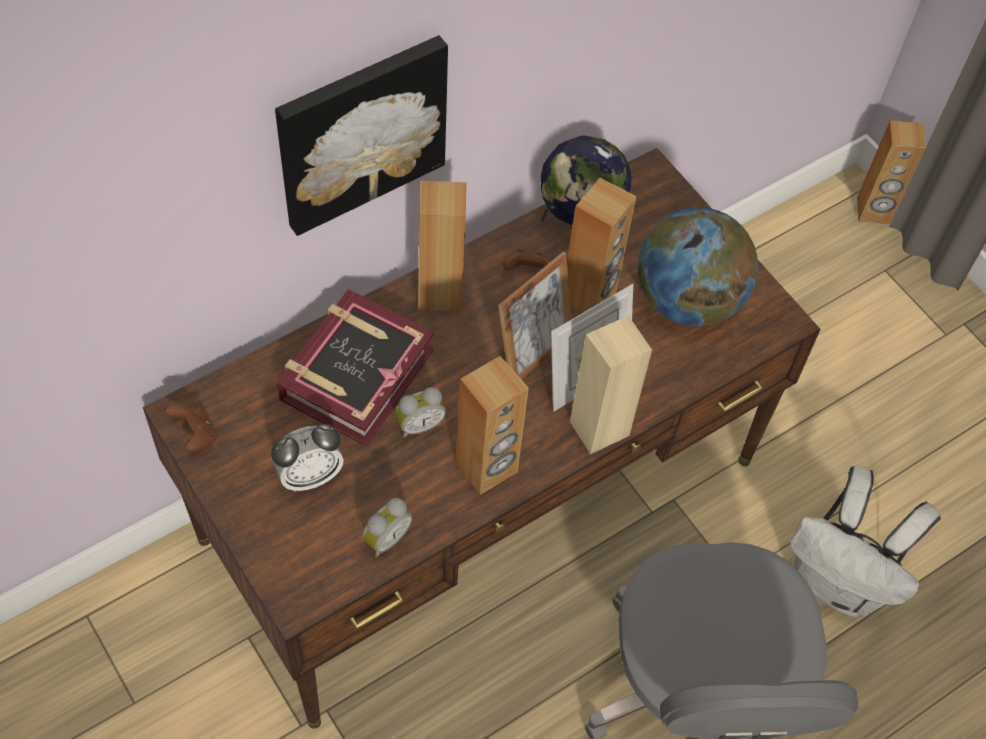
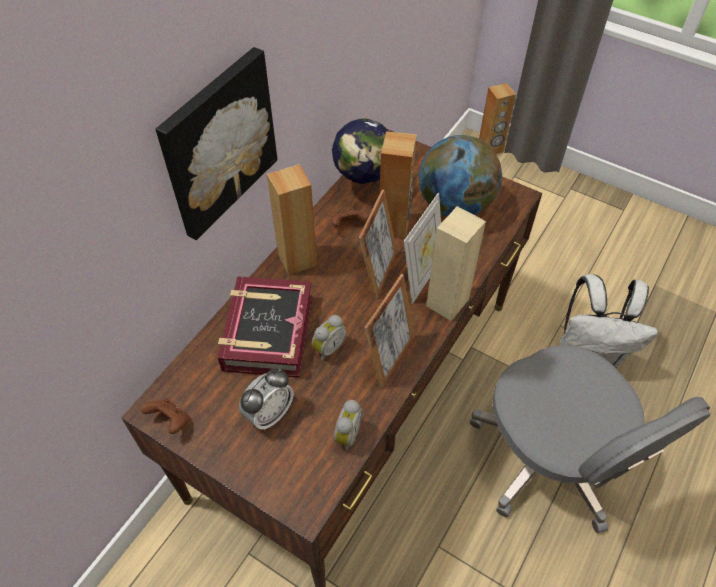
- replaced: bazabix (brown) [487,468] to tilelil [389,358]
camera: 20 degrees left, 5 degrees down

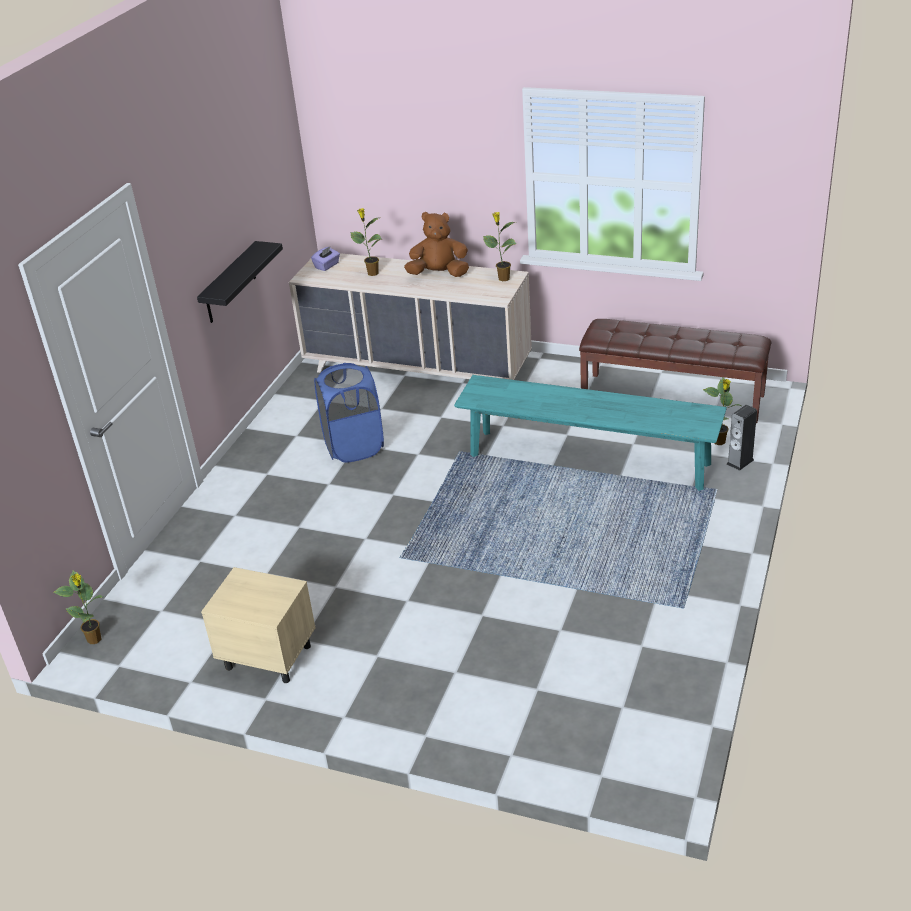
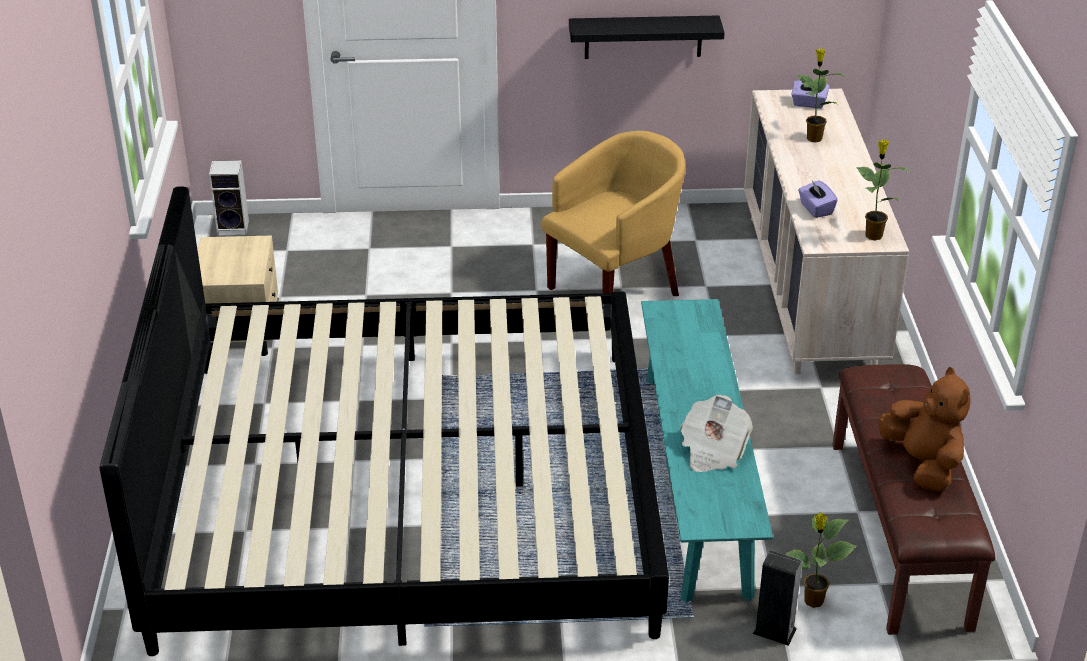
- added: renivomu [407,489]
- added: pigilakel [713,450]
- added: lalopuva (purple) [815,209]
- moved: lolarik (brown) [439,274] to [922,464]
- replaced: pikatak [95,639] to bazabix [234,227]
- replaced: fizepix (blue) [354,447] to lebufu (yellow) [615,288]
camera: 65 degrees right, 0 degrees up

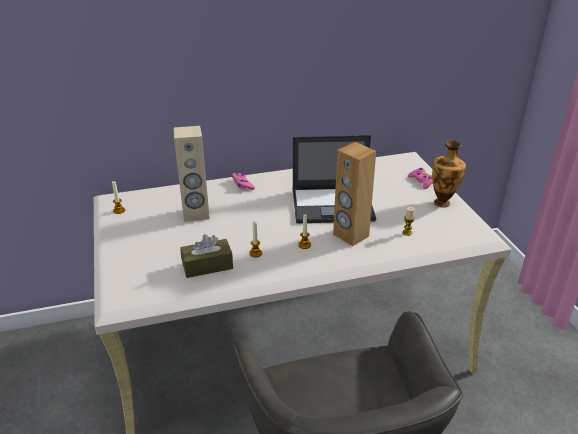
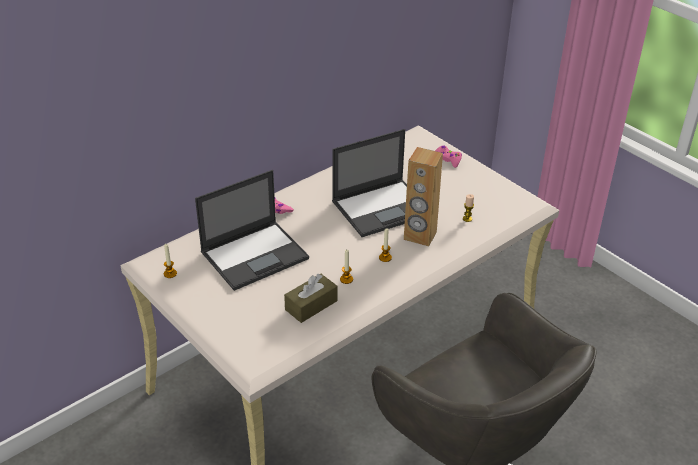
- removed: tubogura [442,202]
- replaced: bazabix (beige) [196,214] to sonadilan [255,255]
camera: 25 degrees left, 5 degrees up

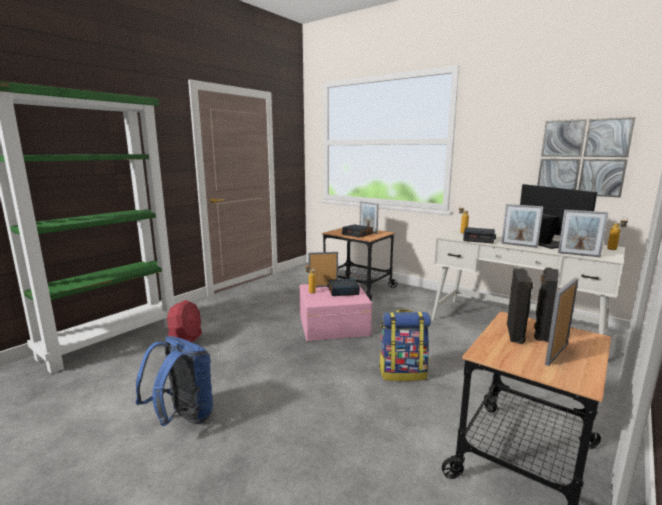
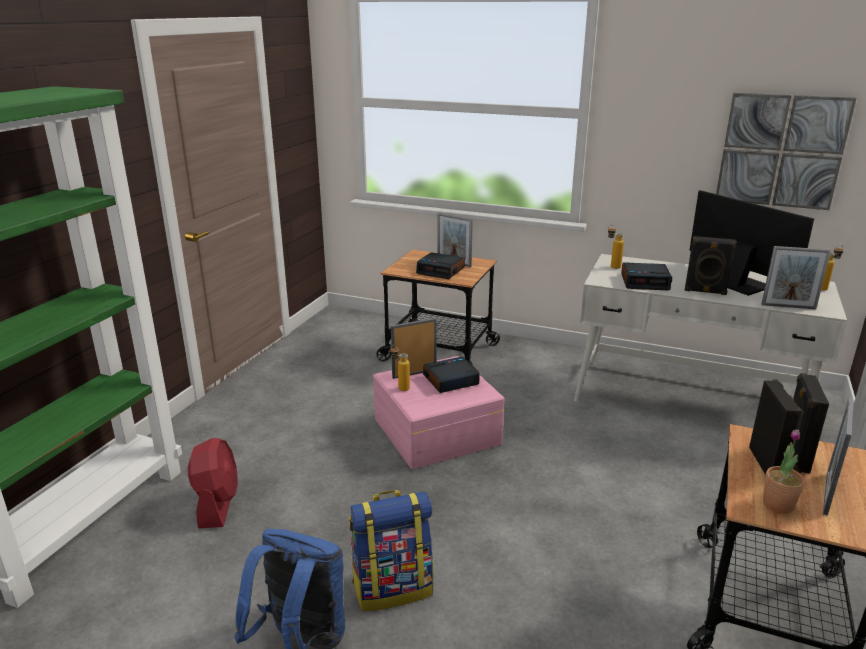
- added: pikatak [778,505]
- moved: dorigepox [403,373] to [393,587]
- replaced: tilelil [519,245] to bazabix (black) [705,291]
camera: 15 degrees left, 10 degrees up

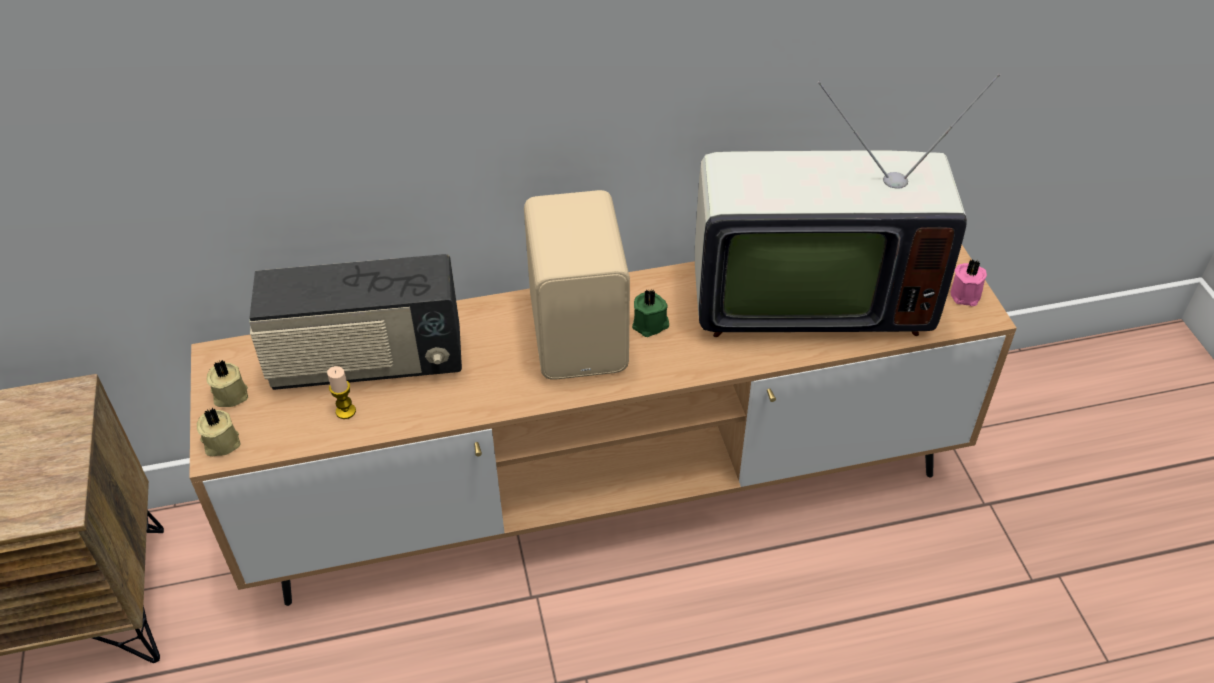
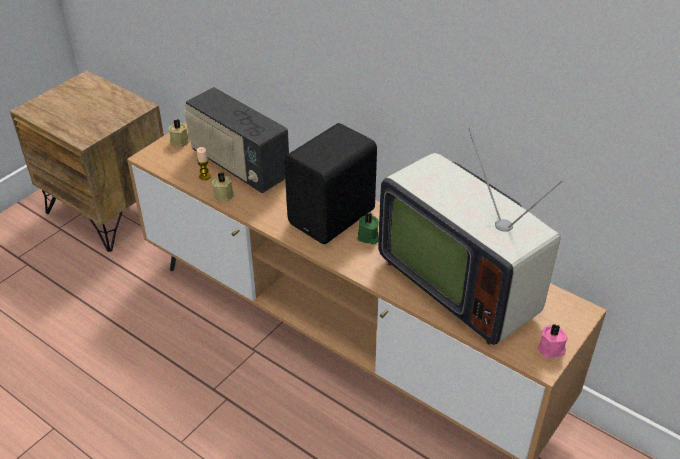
- moved: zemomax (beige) [220,442] to [223,195]
- recoloured: bazabix (beige) [581,333] to bazabix (black) [334,217]
camera: 50 degrees right, 5 degrees down

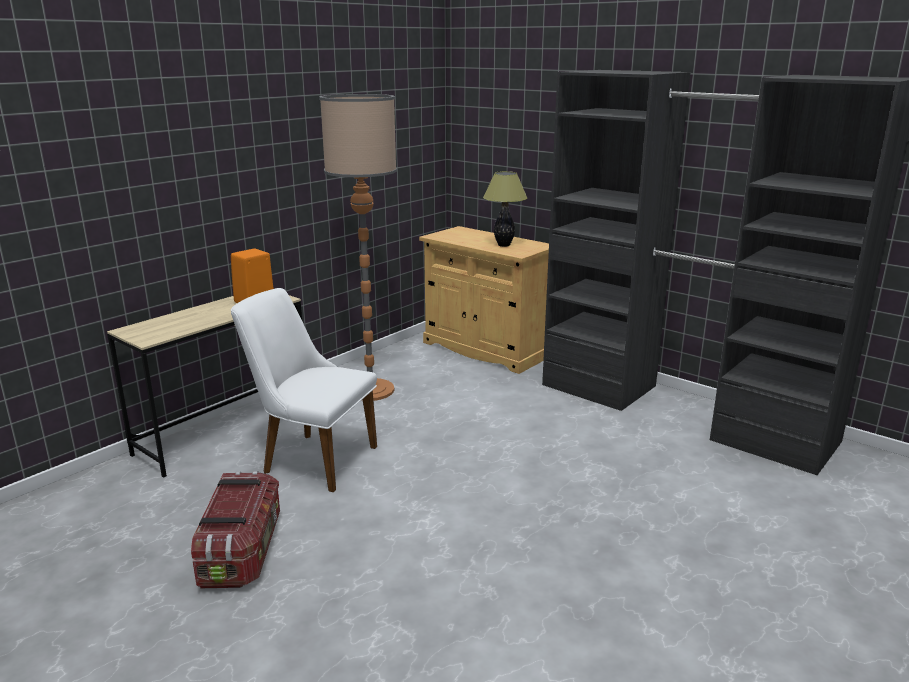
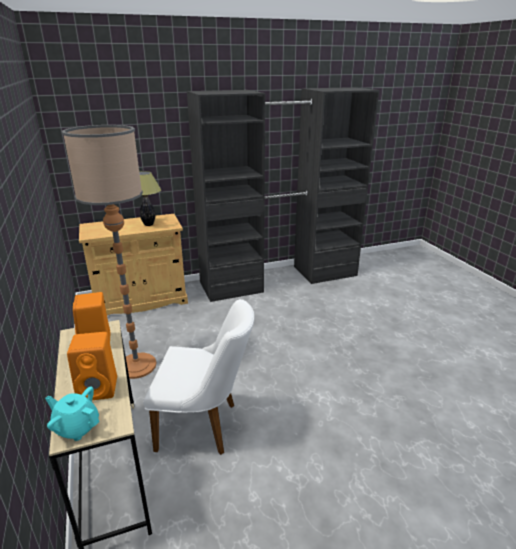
- removed: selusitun [242,550]
- added: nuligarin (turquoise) [77,427]
- added: bazabix (orange) [99,389]
- turned: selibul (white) [311,458] = [205,426] 135 degrees counterclockwise
camera: 60 degrees left, 5 degrees up

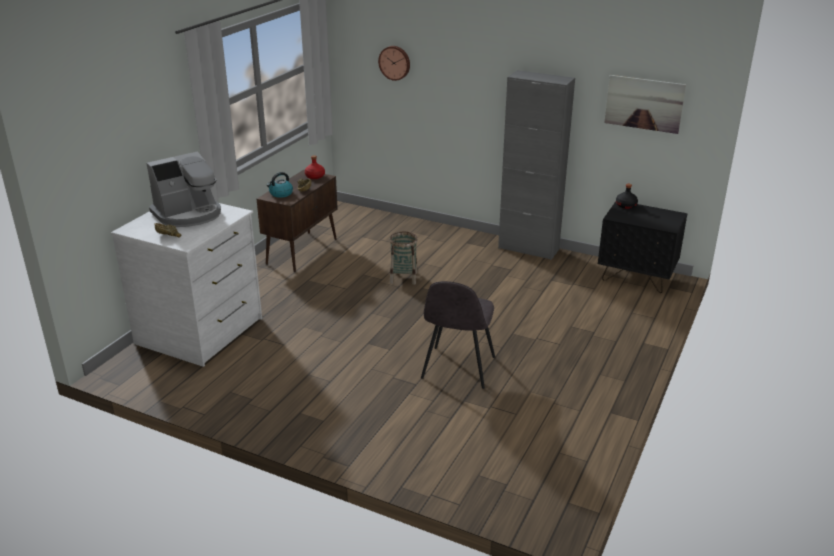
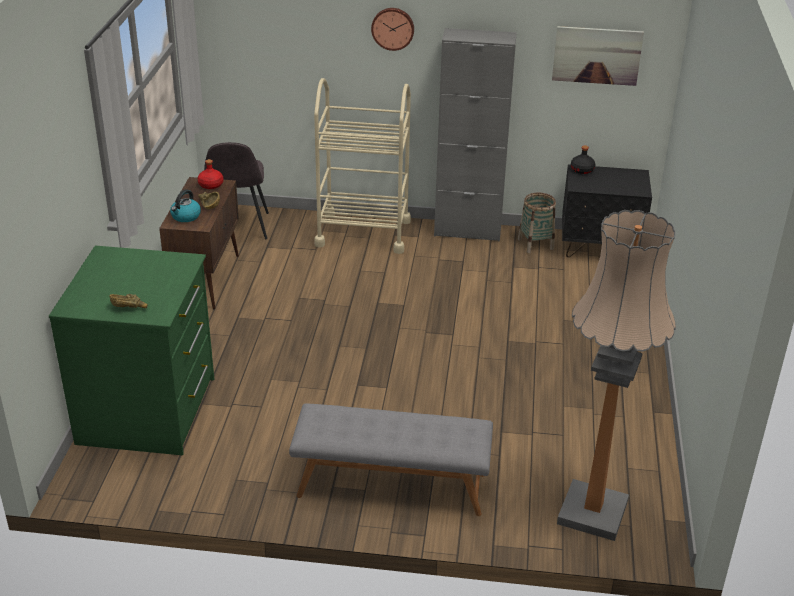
- removed: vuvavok [188,214]
- added: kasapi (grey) [391,485]
- added: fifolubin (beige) [363,233]
- added: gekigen [592,512]
- moved: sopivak [395,62] to [393,28]
- moved: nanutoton [403,278] to [535,244]
- moved: selibul (grey) [457,369] to [238,227]
- recoloured: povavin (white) [201,331] to povavin (green) [149,411]
camera: 20 degrees left, 5 degrees up

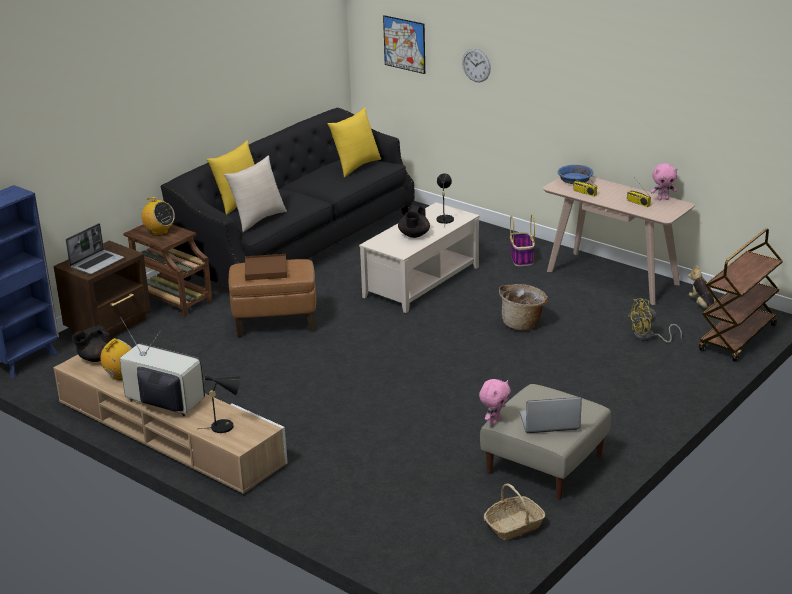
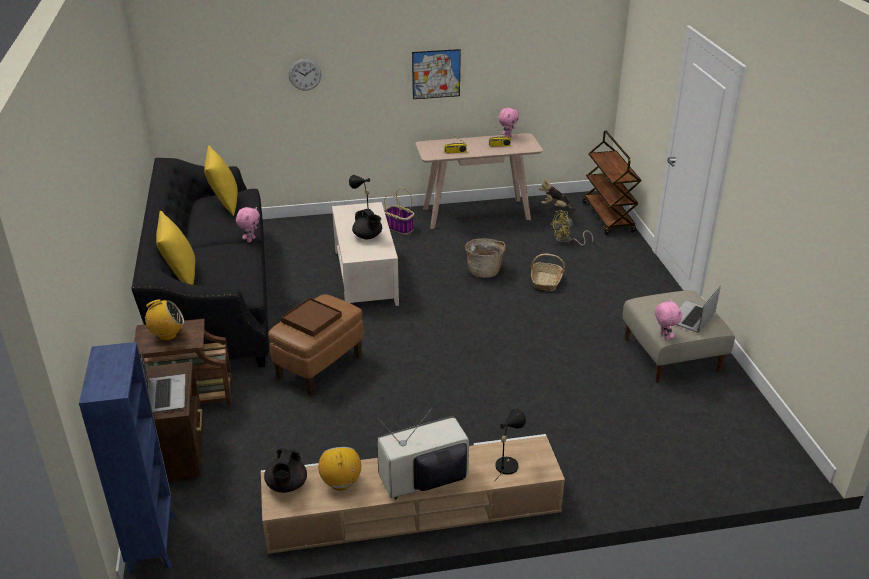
- removed: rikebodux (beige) [258,219]
- removed: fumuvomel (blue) [574,180]
- added: lolarik (pink) [250,240]
- moved: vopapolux [404,44] to [436,74]
- moved: nanutoton [514,526] to [545,281]
- turned: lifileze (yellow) [648,337] = [567,241] 45 degrees clockwise
camera: 50 degrees left, 5 degrees up

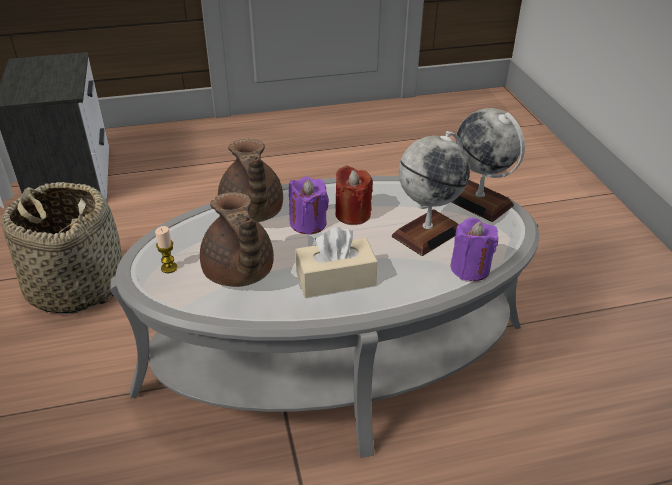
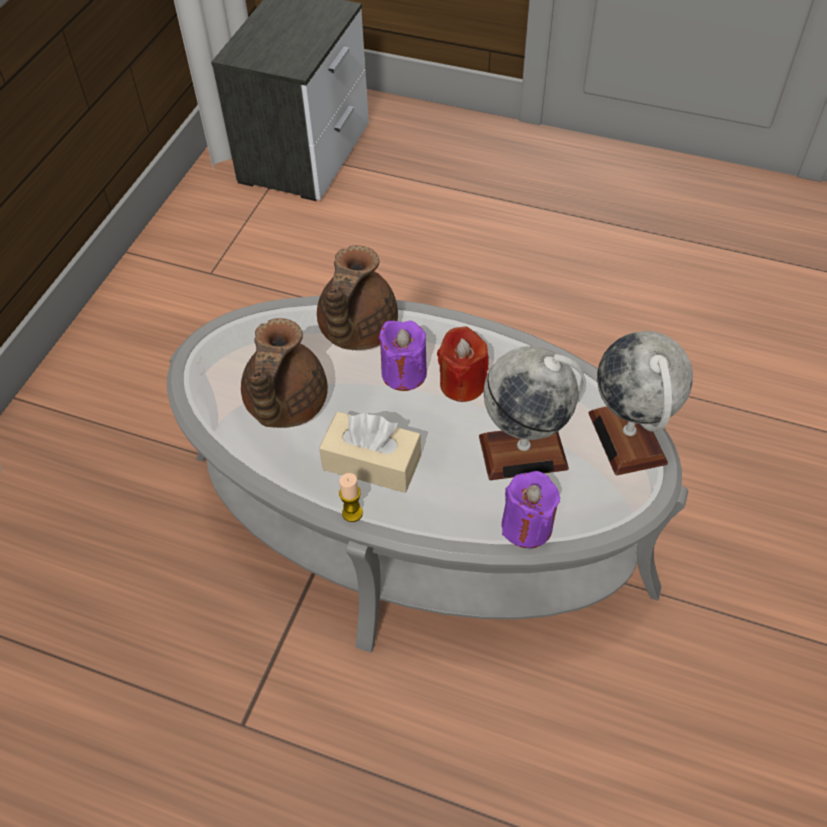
- removed: nanutoton [76,286]
- moved: zemomax [169,268] to [352,513]
camera: 35 degrees right, 15 degrees up

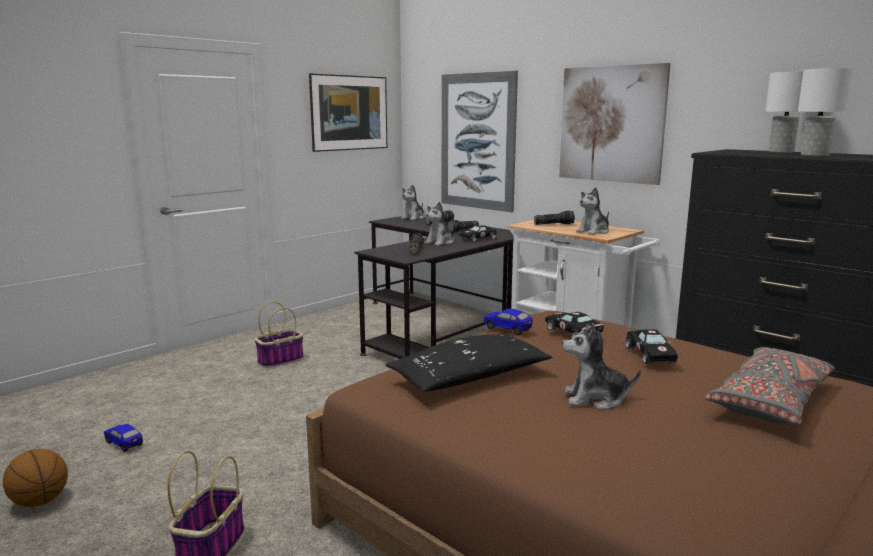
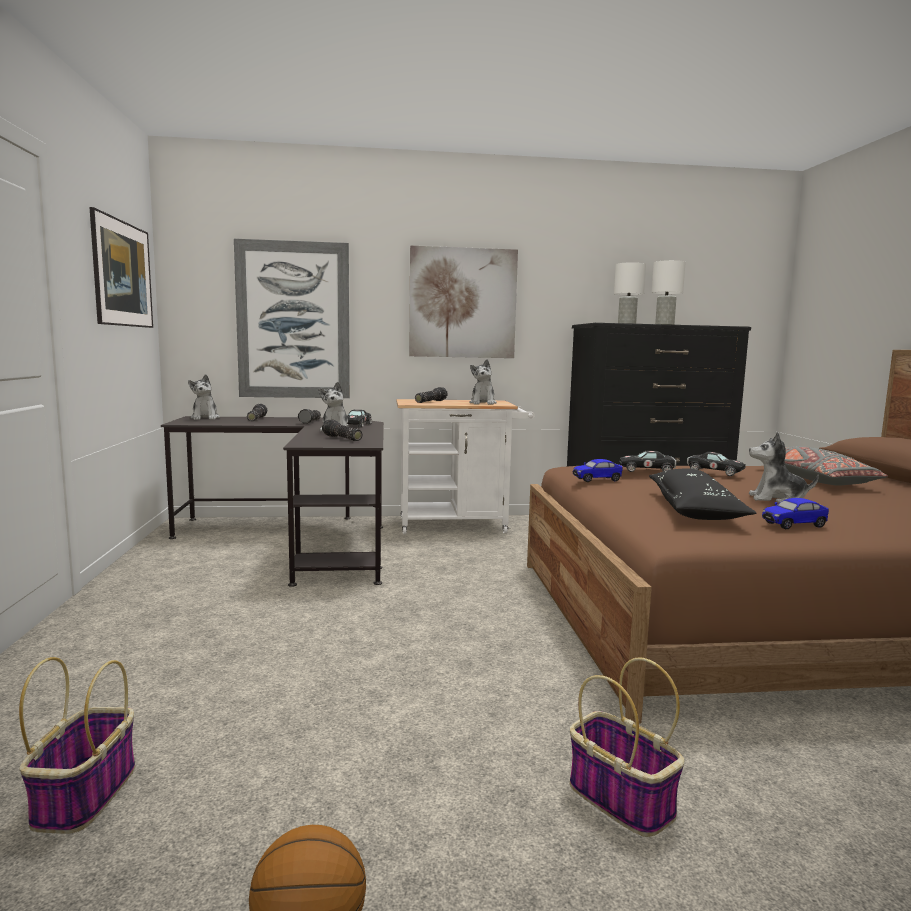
- moved: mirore [124,443] to [793,525]
- moved: nanutoton [281,360] to [85,794]
- turned: lolarik [595,399] = [777,499] 60 degrees clockwise
camera: 50 degrees left, 5 degrees down

